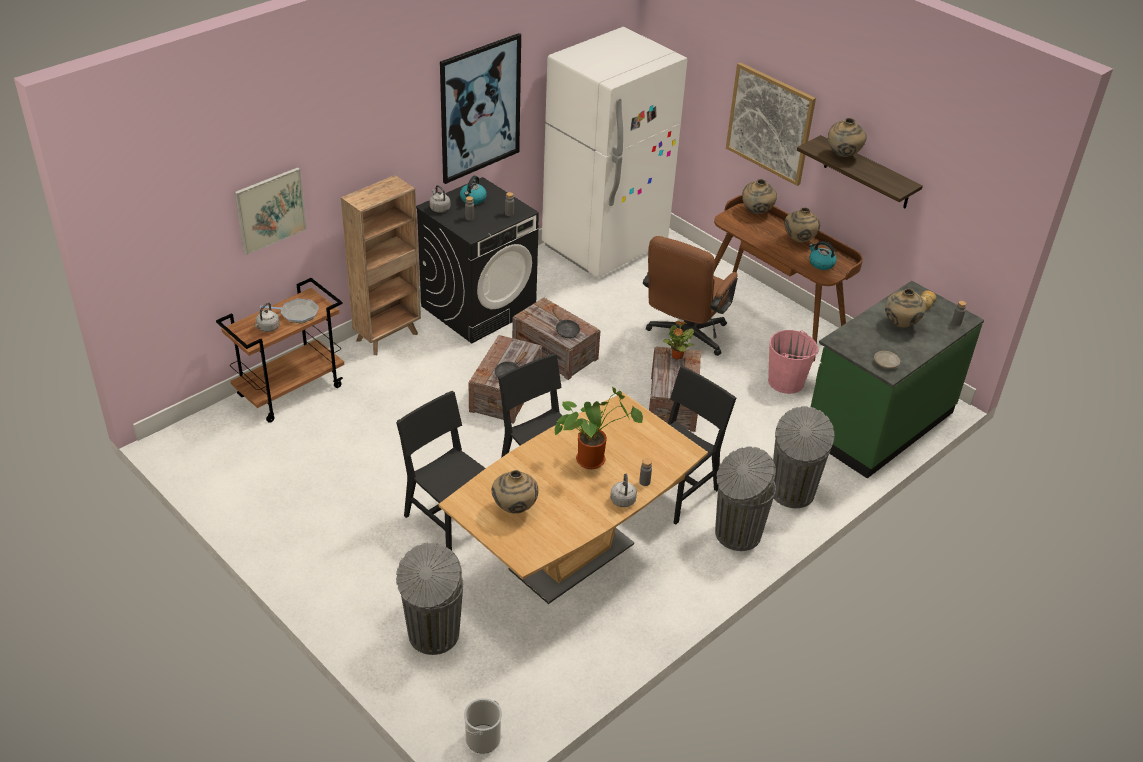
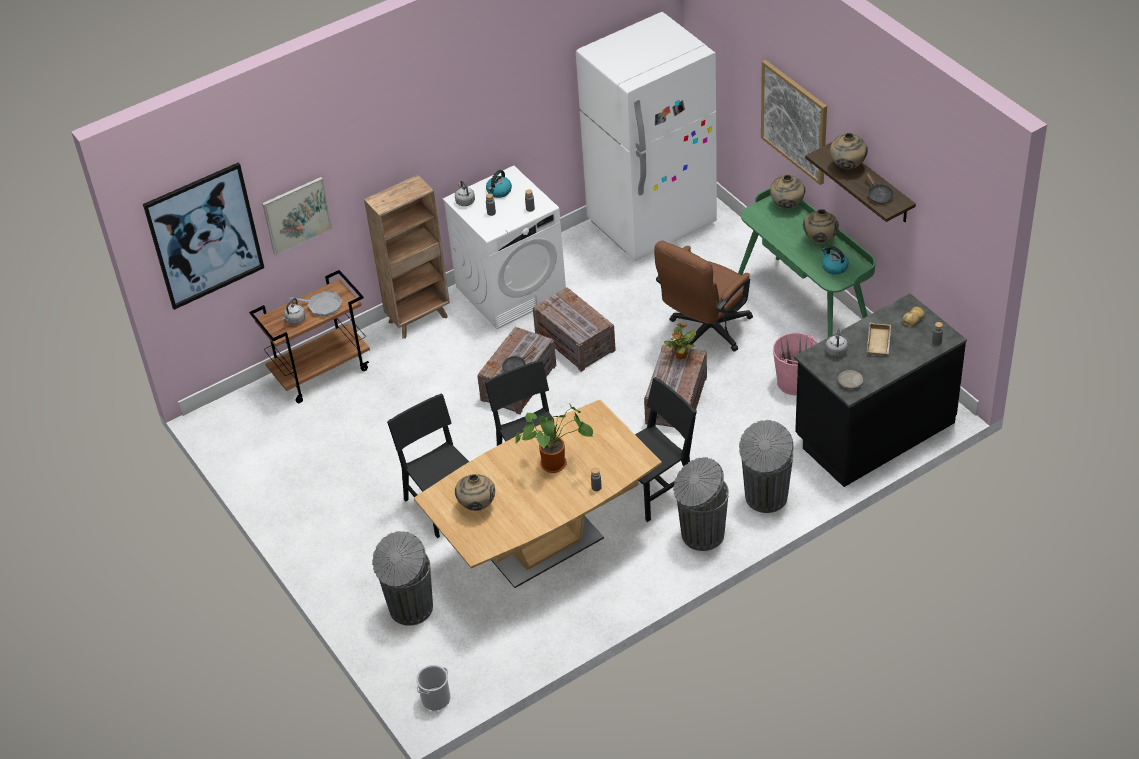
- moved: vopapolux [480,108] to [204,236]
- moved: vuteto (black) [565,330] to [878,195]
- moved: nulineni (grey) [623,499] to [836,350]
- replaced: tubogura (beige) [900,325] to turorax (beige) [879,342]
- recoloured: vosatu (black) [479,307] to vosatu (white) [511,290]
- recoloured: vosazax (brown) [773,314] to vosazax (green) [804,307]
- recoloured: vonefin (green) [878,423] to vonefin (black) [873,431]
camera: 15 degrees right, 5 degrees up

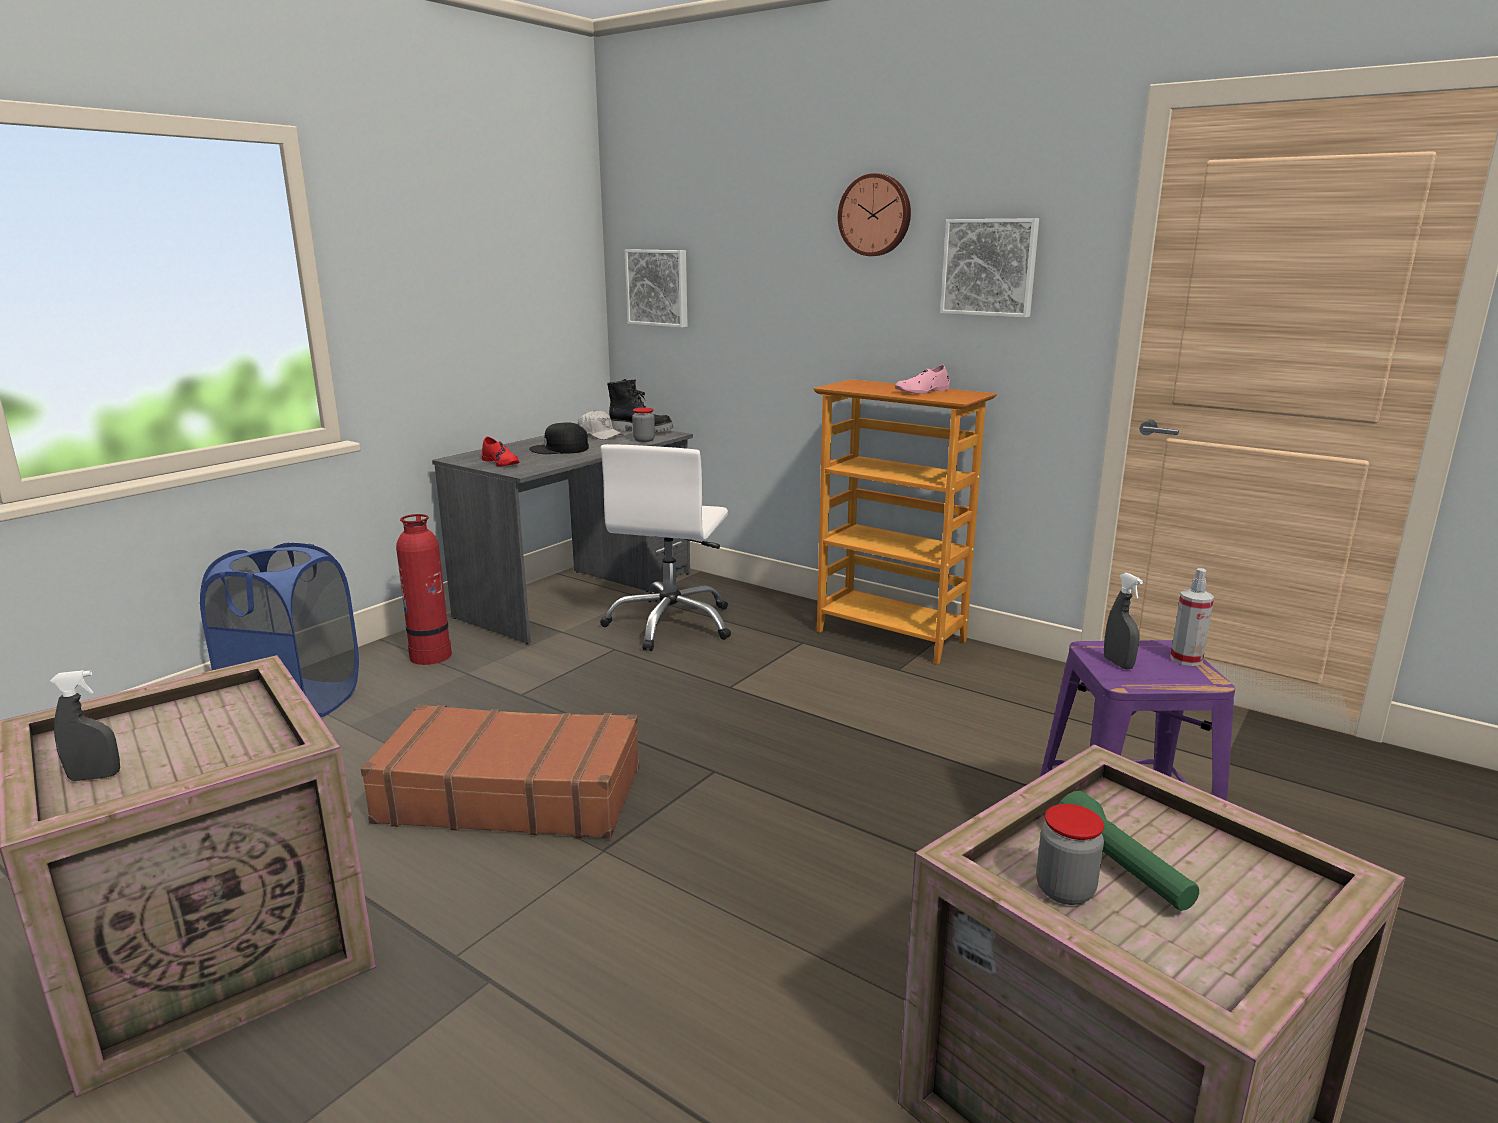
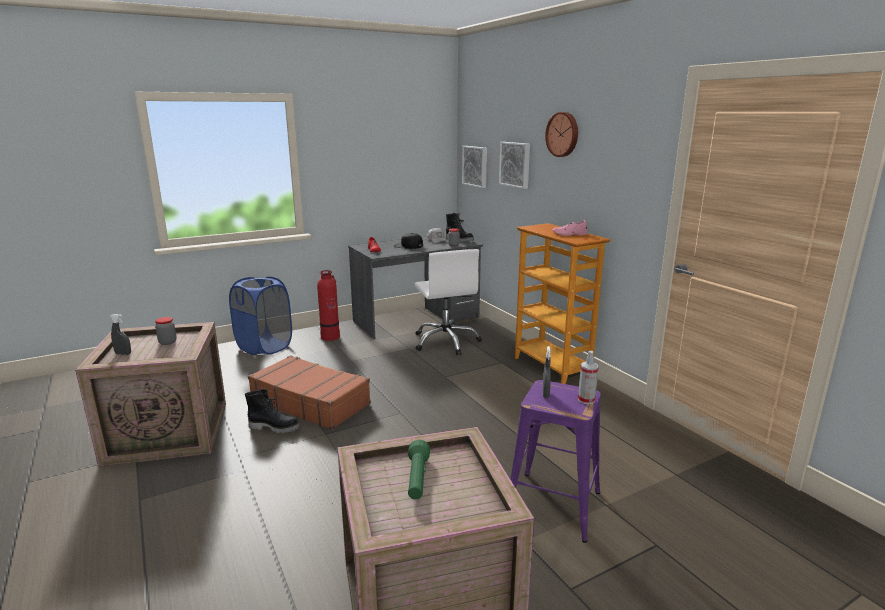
- added: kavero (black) [275,427]
- moved: vopapolux [990,267] to [516,164]
- moved: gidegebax [1065,890] to [167,342]
- turned: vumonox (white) [671,624] = [446,341] 60 degrees counterclockwise
camera: 25 degrees right, 0 degrees up

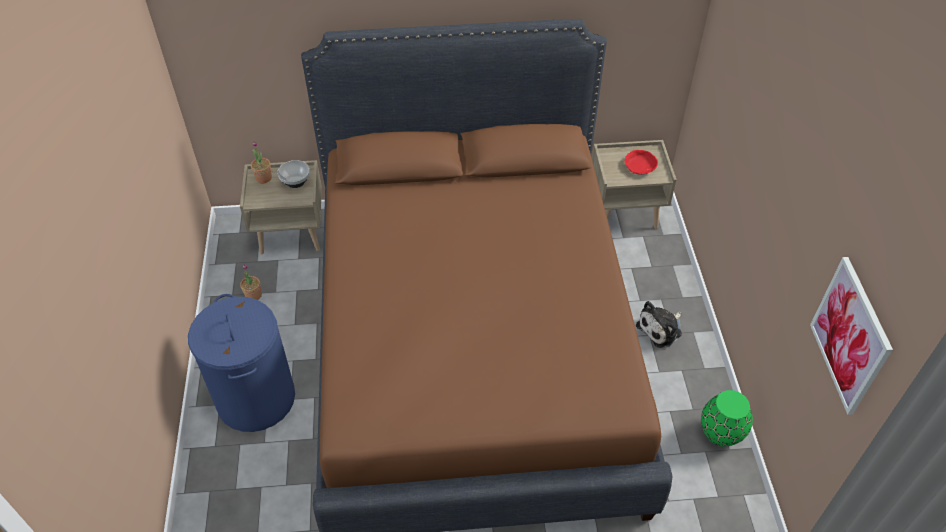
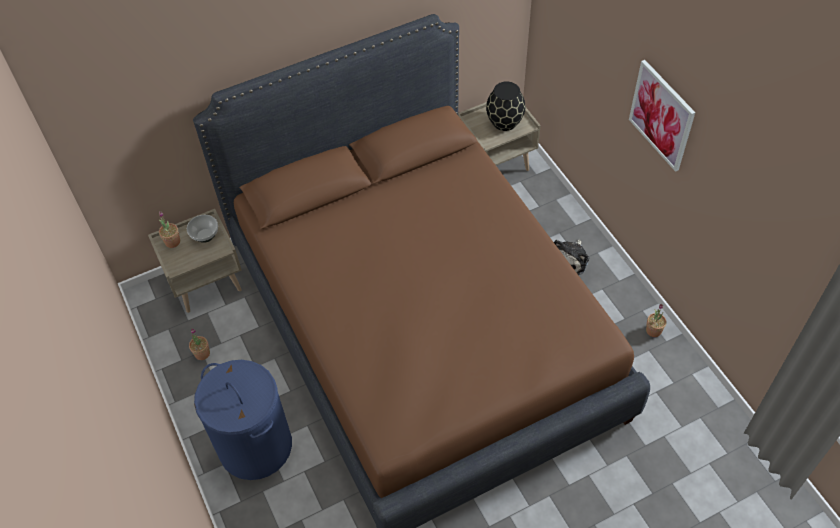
- moved: vopapolux [850,336] to [661,115]
- replaced: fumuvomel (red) [639,166] to tubogura (black) [504,122]
- replaced: tubogura (green) [720,433] to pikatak [653,330]
camera: 20 degrees left, 5 degrees up

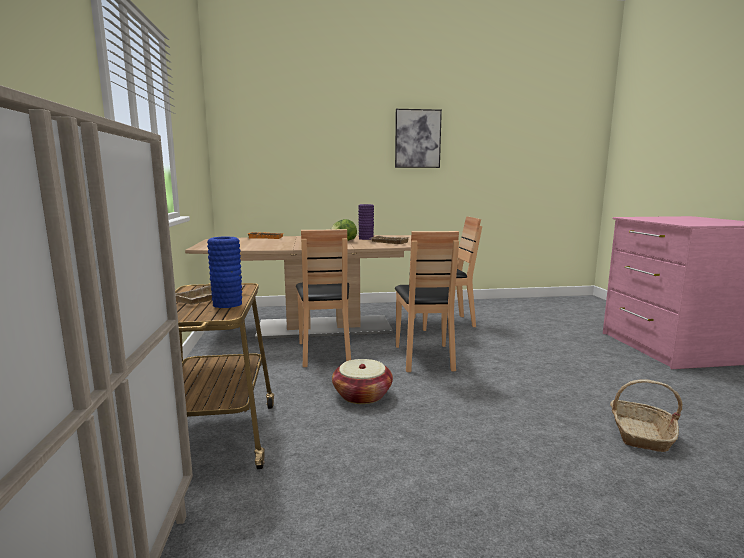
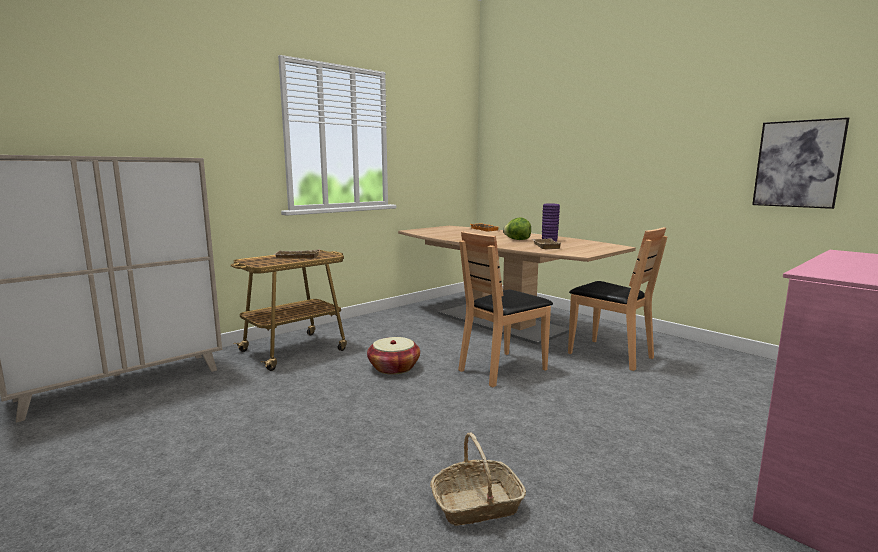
- removed: tubogura (blue) [227,304]
- removed: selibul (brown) [325,352]
- moved: vopapolux [417,139] to [798,164]
camera: 55 degrees right, 0 degrees up

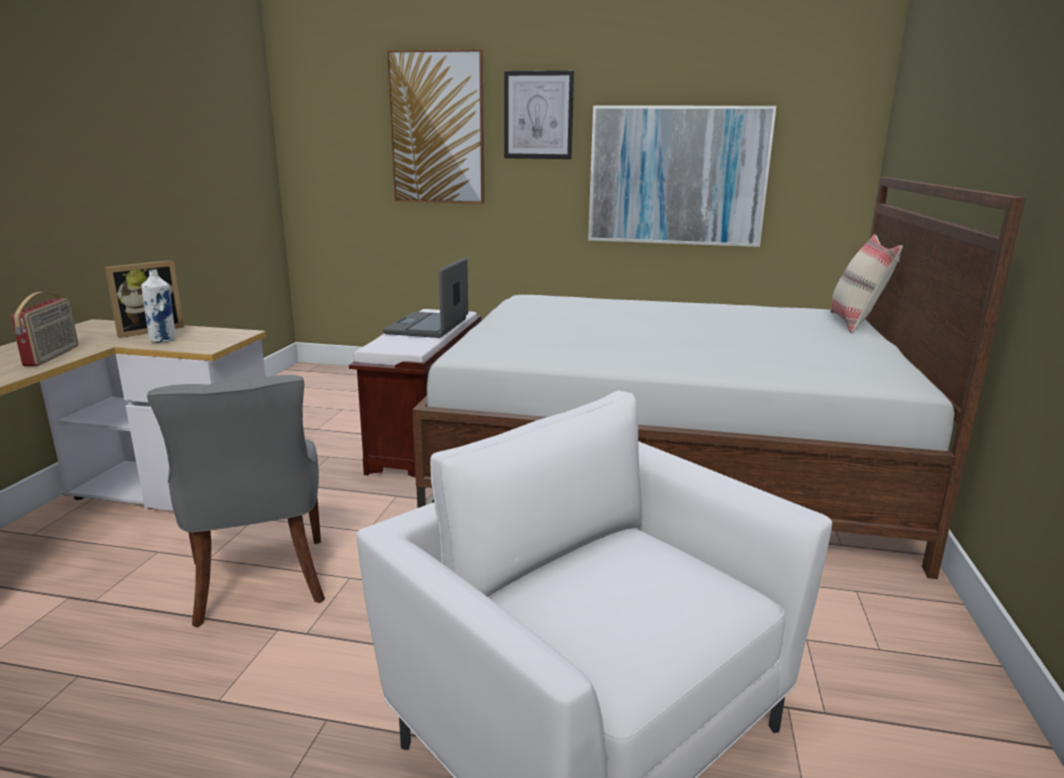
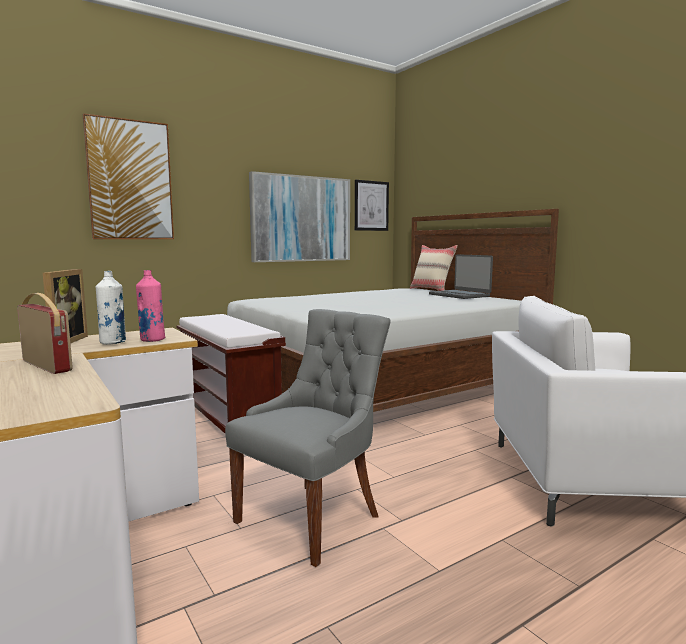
- added: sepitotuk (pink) [152,340]
- moved: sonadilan [428,326] to [459,295]
- moved: vopapolux [538,115] to [371,206]
- turned: selibul (grey) [259,582] = [312,518] 75 degrees counterclockwise
camera: 45 degrees left, 10 degrees down

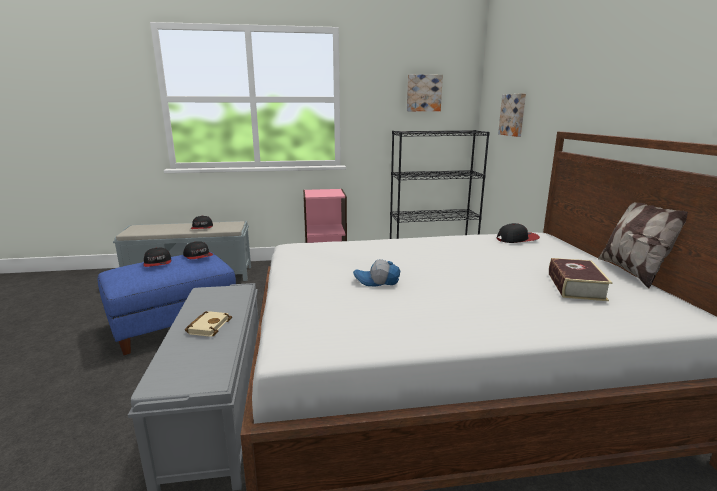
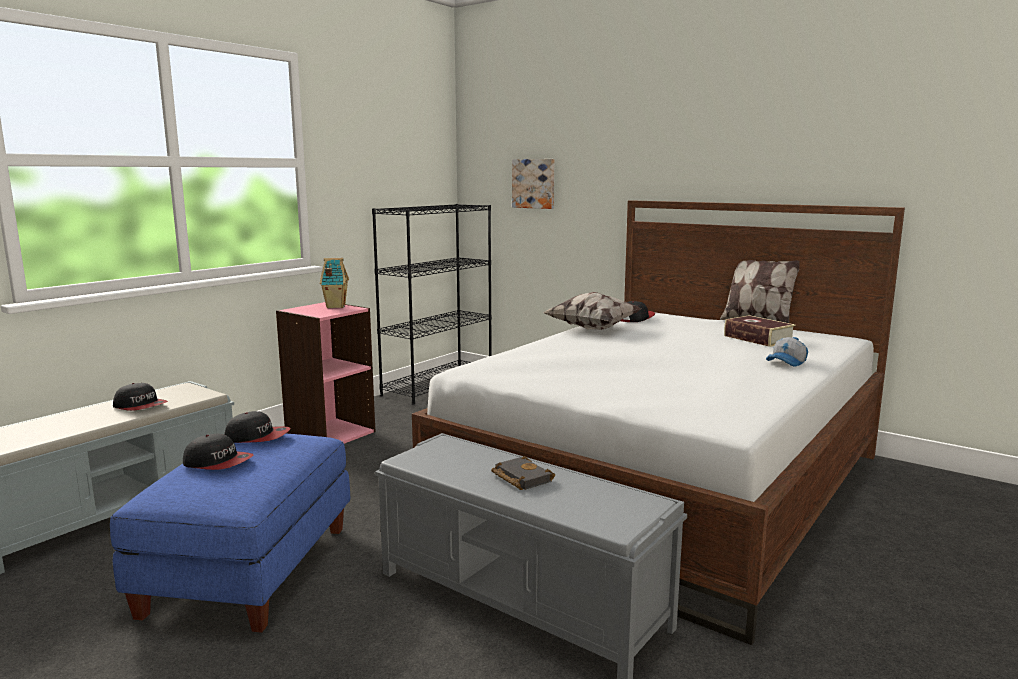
- removed: vopapolux [423,93]
- added: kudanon [335,306]
- added: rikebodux [592,328]
- moved: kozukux [377,281] to [787,362]
- recoloured: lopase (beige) [208,326] to lopase (black) [520,478]
camera: 45 degrees left, 5 degrees down

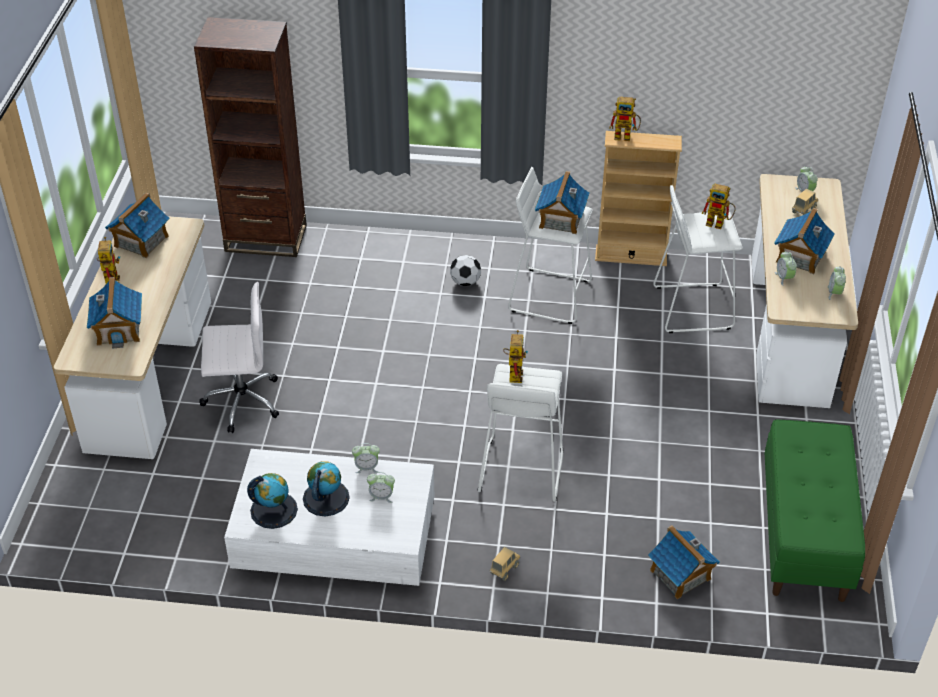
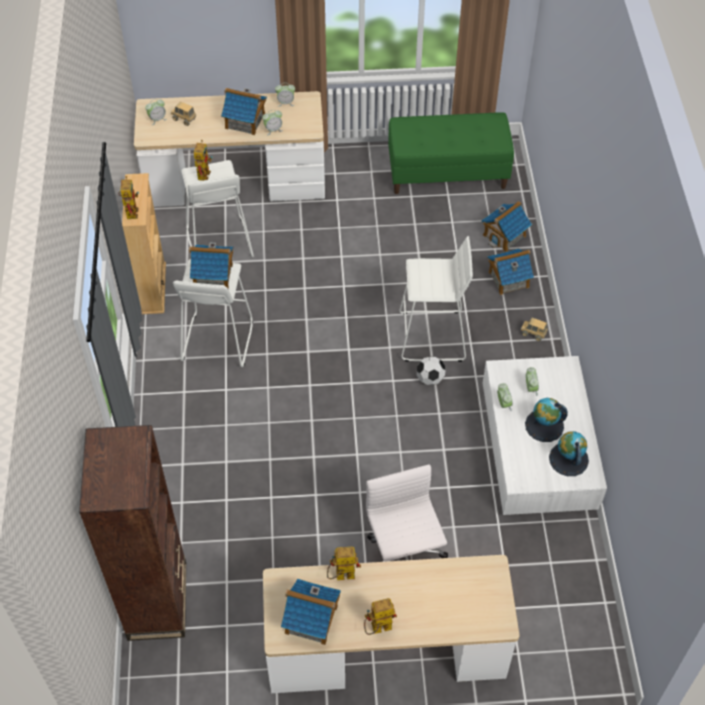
- moved: kudanon [119,329] to [508,279]
- moved: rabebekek [465,282] to [430,379]
- moved: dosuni [514,372] to [341,576]
camera: 100 degrees left, 10 degrees up

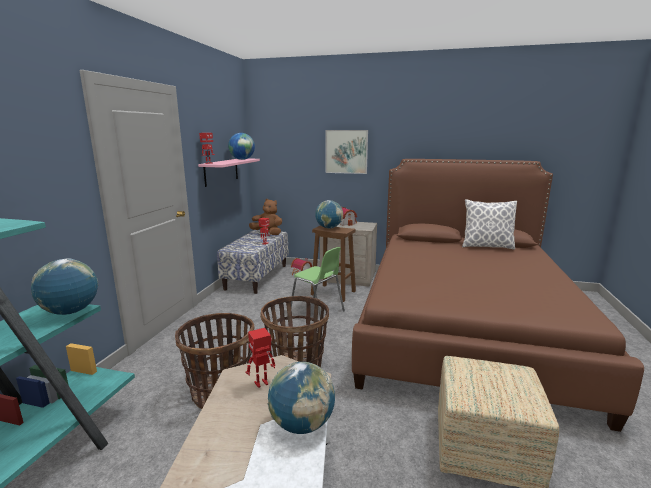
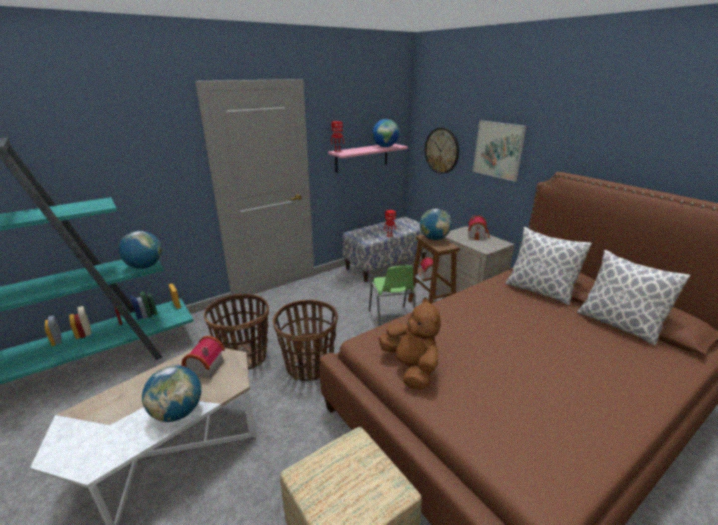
- added: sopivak [442,150]
- added: rikebodux [539,291]
- moved: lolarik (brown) [267,233] to [411,369]
- replaced: dosuni [262,384] to kudanon [203,368]
camera: 40 degrees right, 10 degrees up

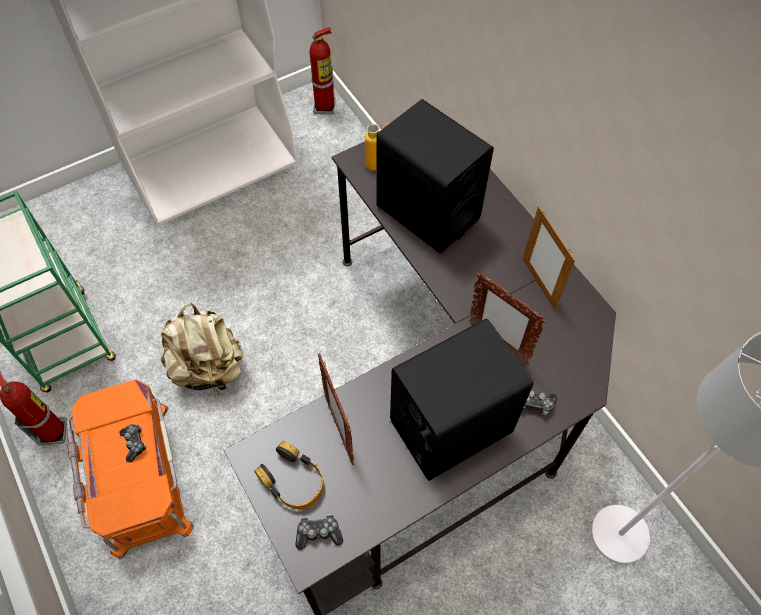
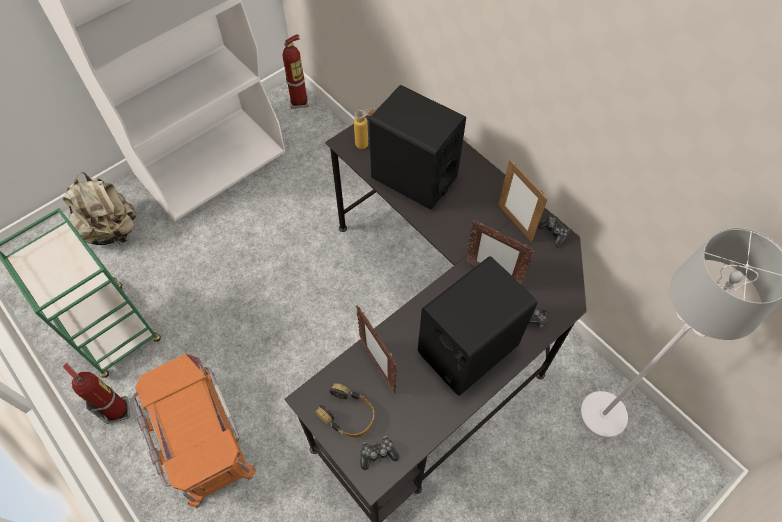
- moved: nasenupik [134,443] to [553,233]
- moved: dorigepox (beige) [208,368] to [112,230]
camera: 10 degrees left, 0 degrees up

